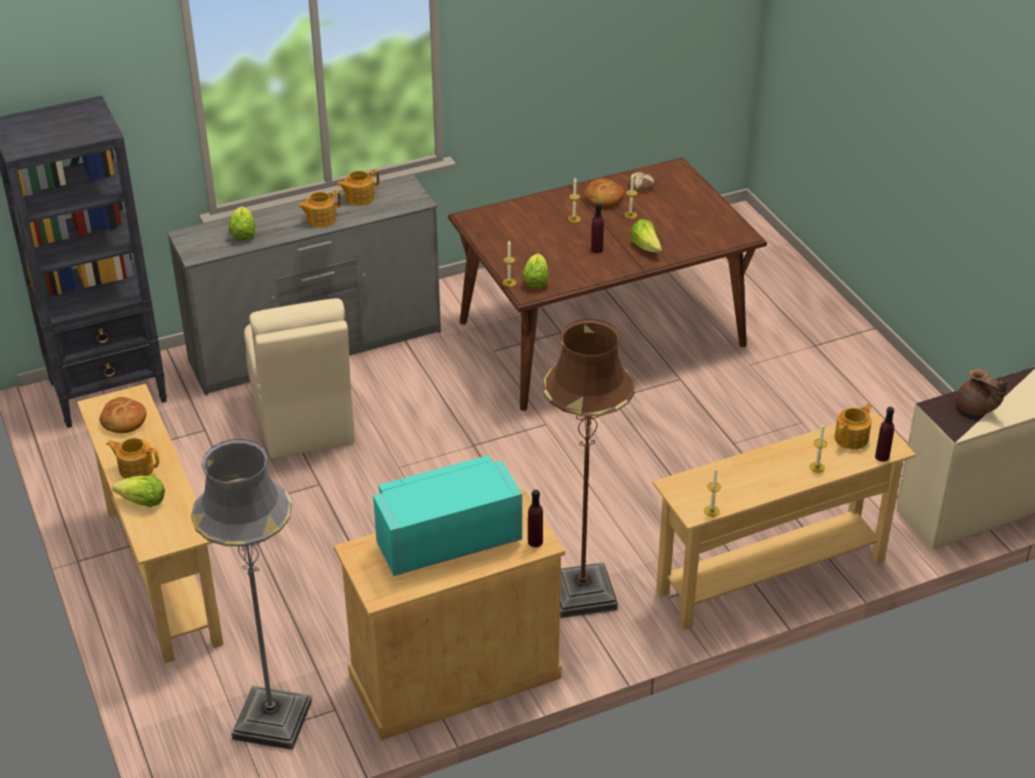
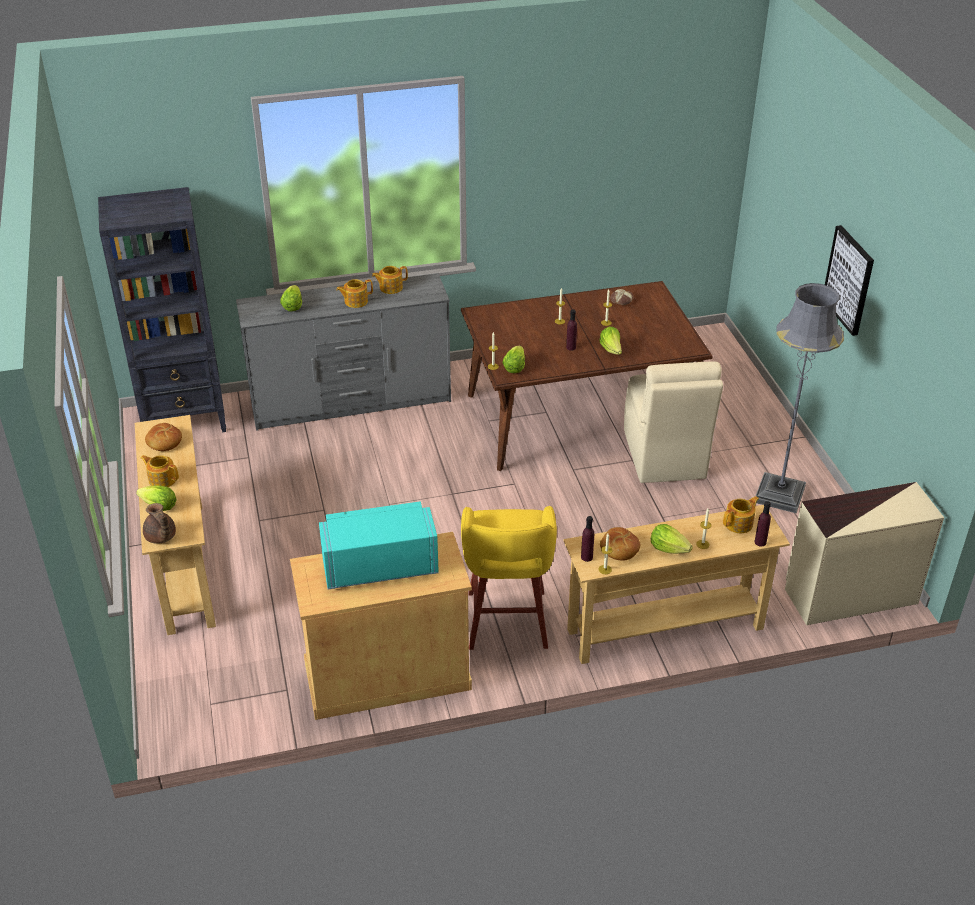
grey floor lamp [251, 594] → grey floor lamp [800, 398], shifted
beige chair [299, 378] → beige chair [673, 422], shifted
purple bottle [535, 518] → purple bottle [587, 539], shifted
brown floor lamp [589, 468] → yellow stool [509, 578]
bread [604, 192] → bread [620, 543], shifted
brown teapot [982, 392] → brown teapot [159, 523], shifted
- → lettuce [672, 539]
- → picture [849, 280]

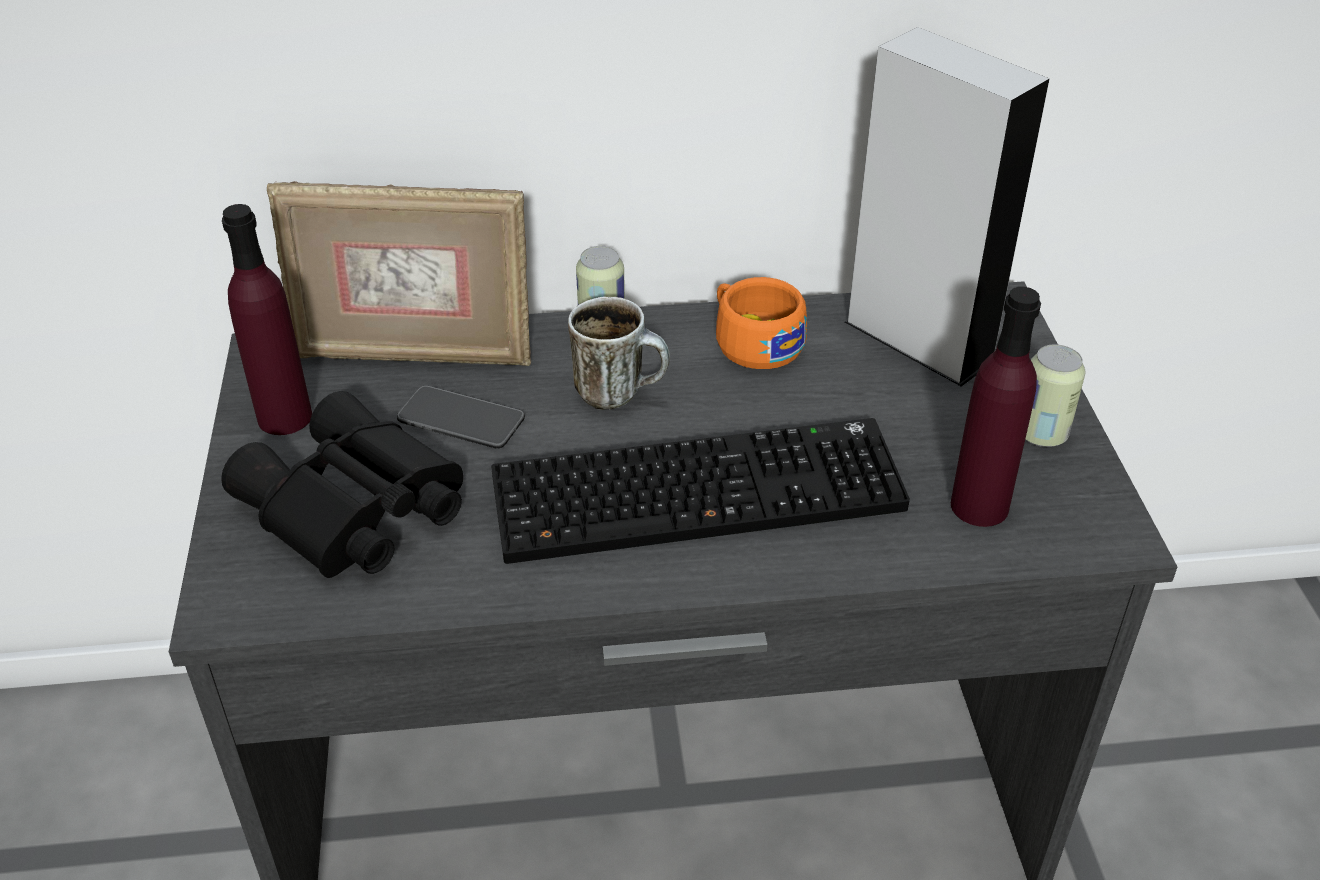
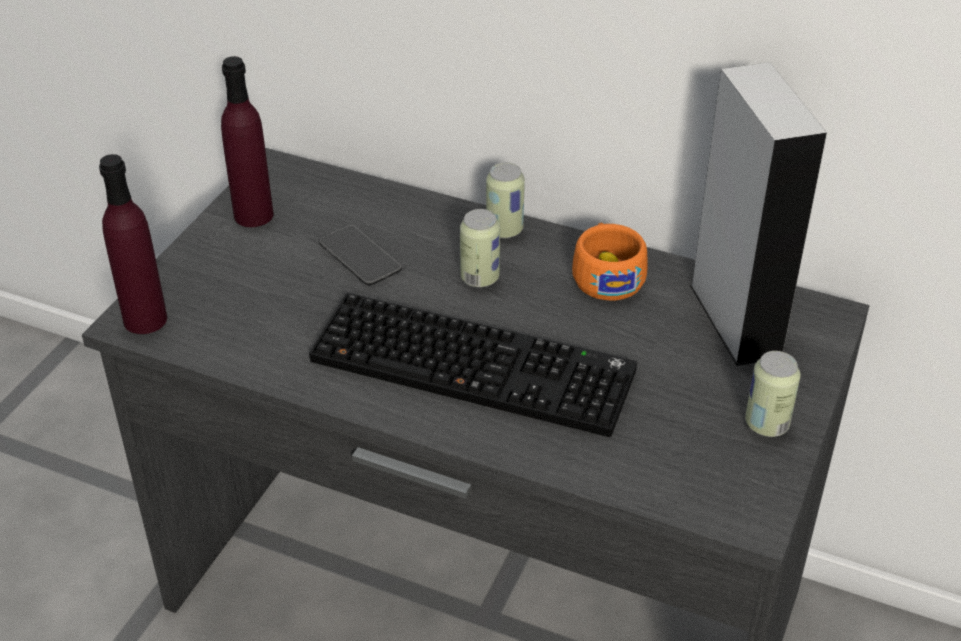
black binoculars [342, 484] → -
picture frame [399, 273] → -
mug [619, 353] → can [480, 248]
purple bottle [996, 407] → purple bottle [133, 244], shifted

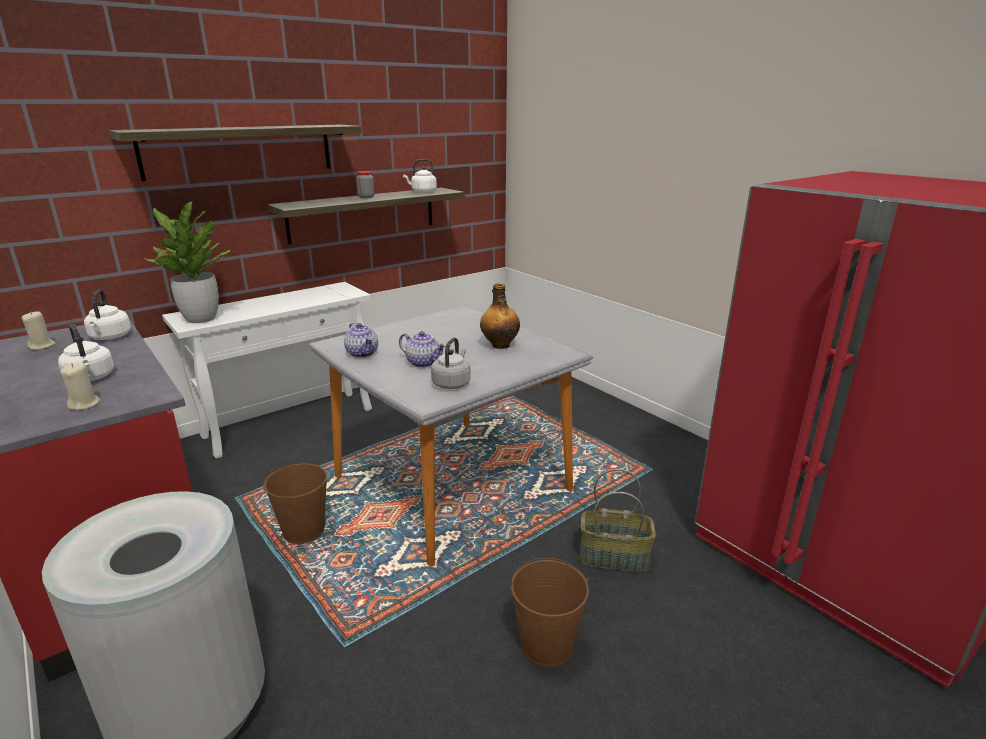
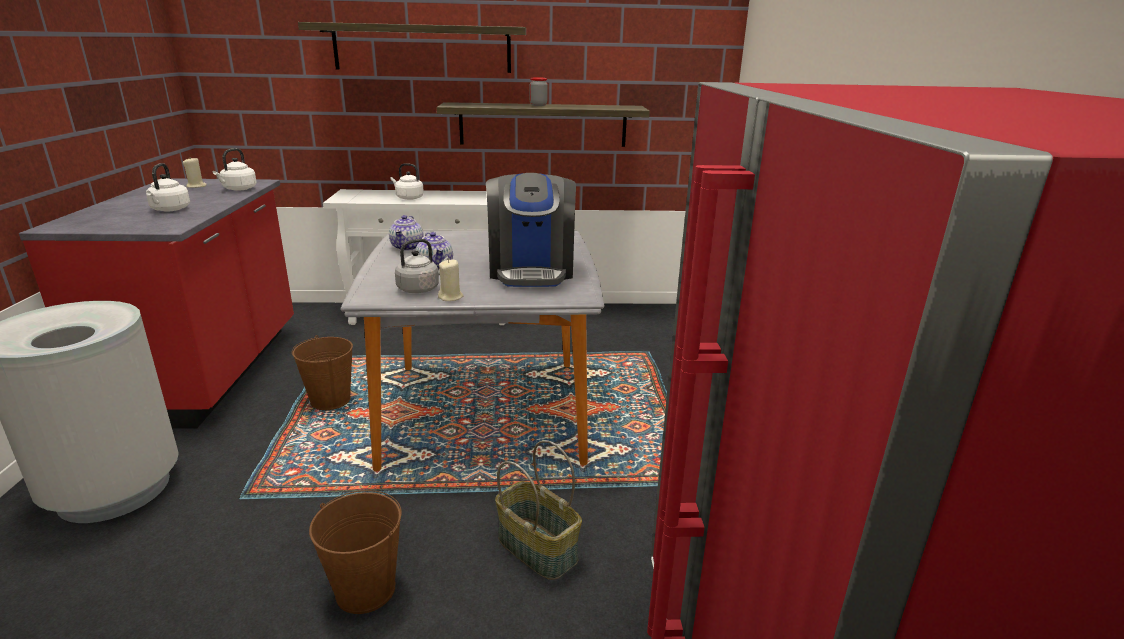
beige candle [80, 386] → beige candle [450, 280], shifted
potted plant [188, 262] → -
white kettle [420, 176] → white kettle [407, 181], shifted
bottle [500, 316] → coffee machine [531, 230]

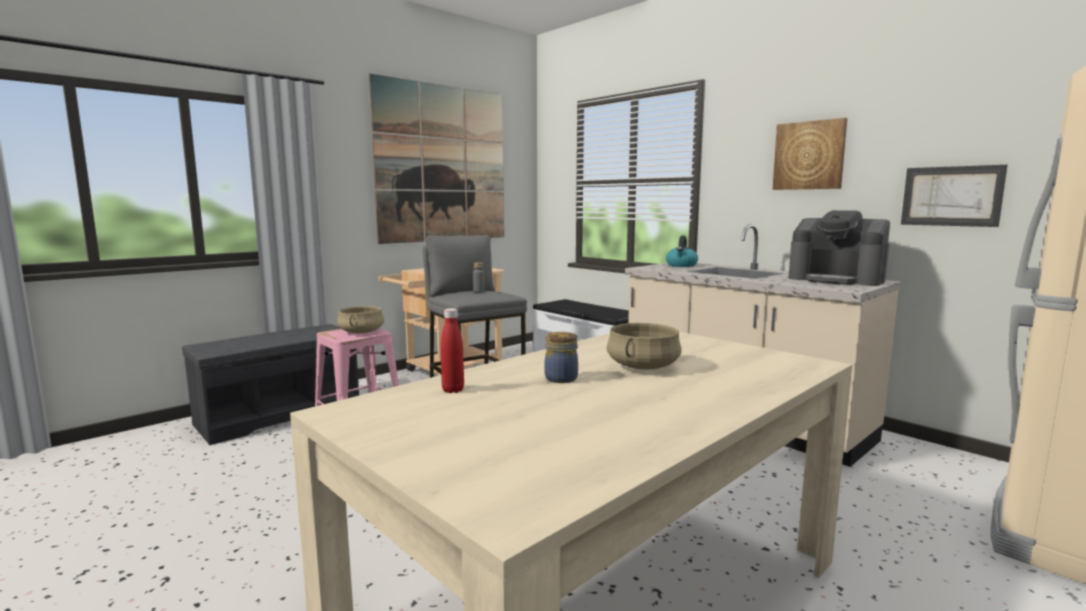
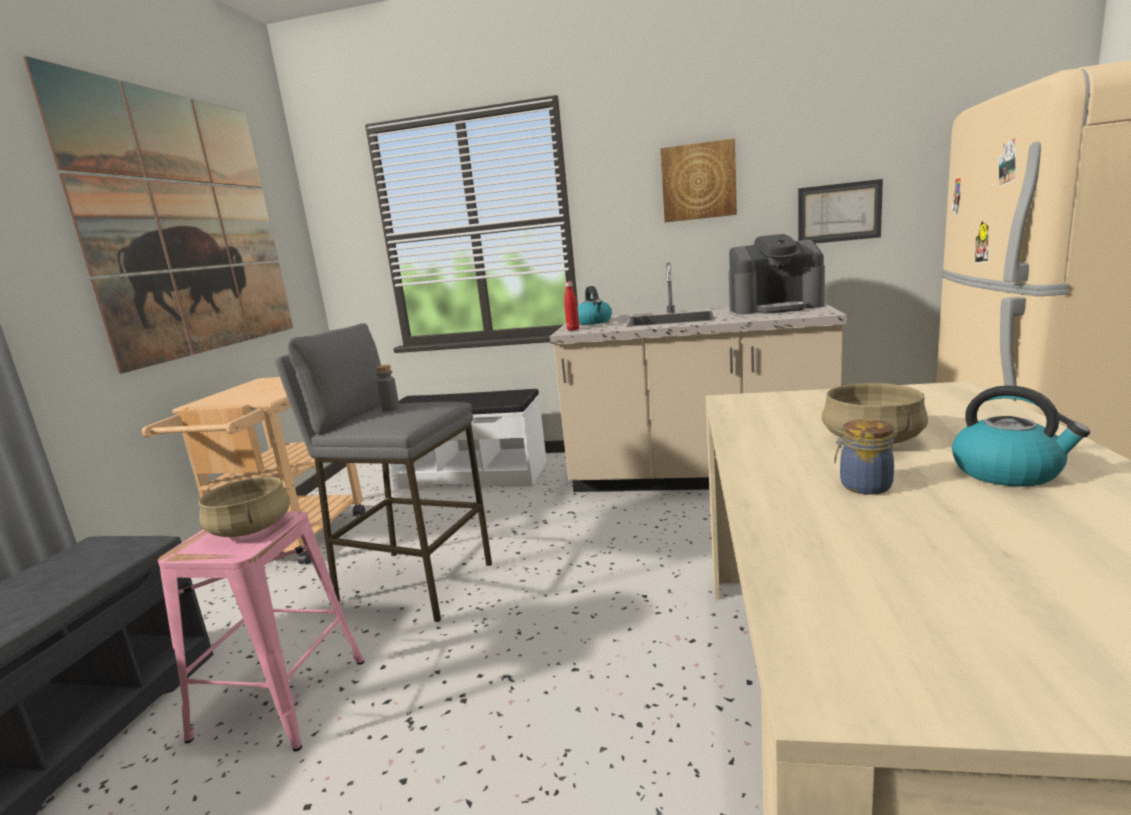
red bottle [452, 350] → red bottle [571, 306], shifted
- → kettle [1021, 436]

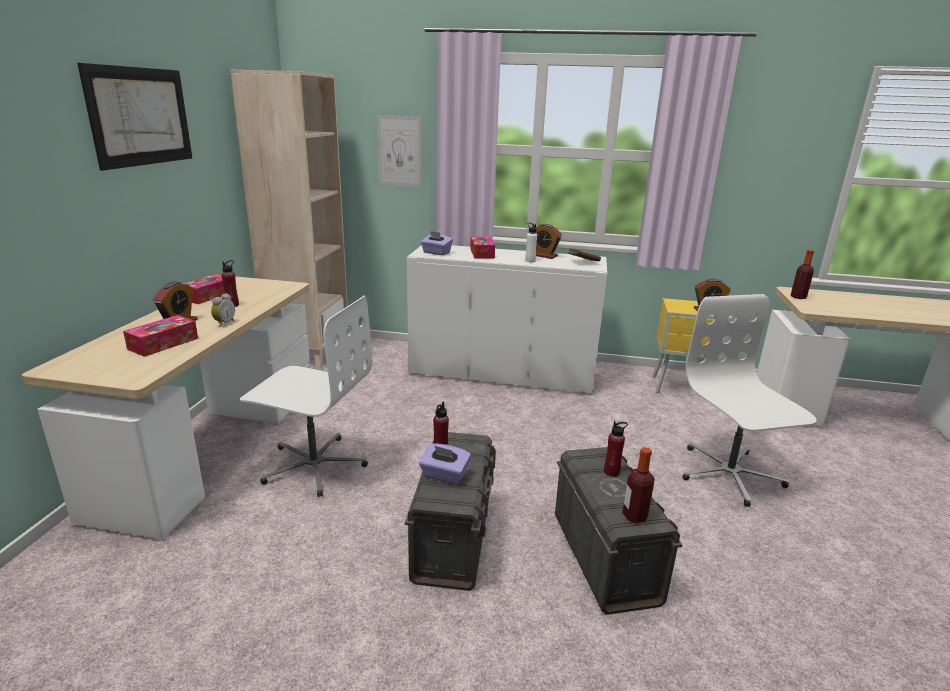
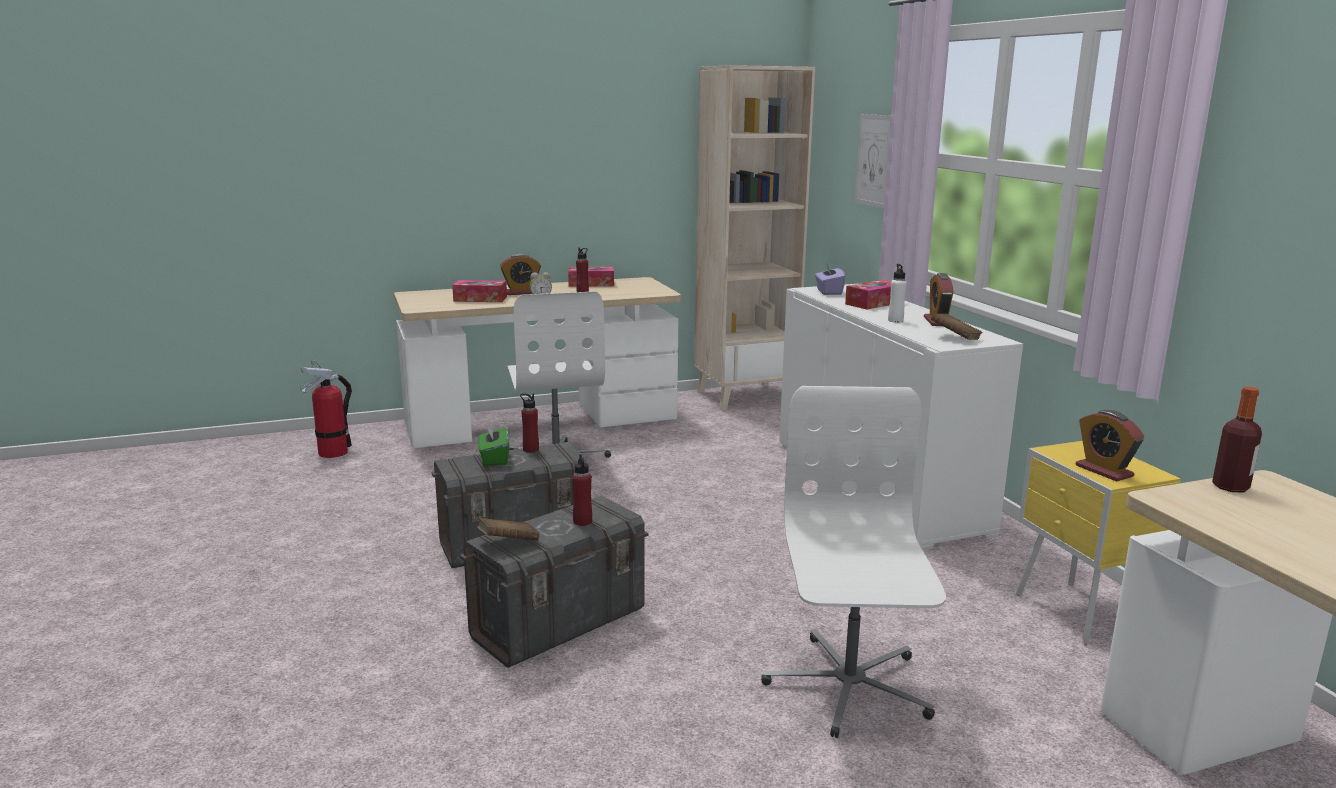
picture [134, 117] → -
purple tissue box [445, 464] → green tissue box [493, 444]
bottle [638, 485] → brown book [508, 529]
white office chair [749, 400] → white office chair [853, 562], 45 degrees counterclockwise
- → fire extinguisher [326, 409]

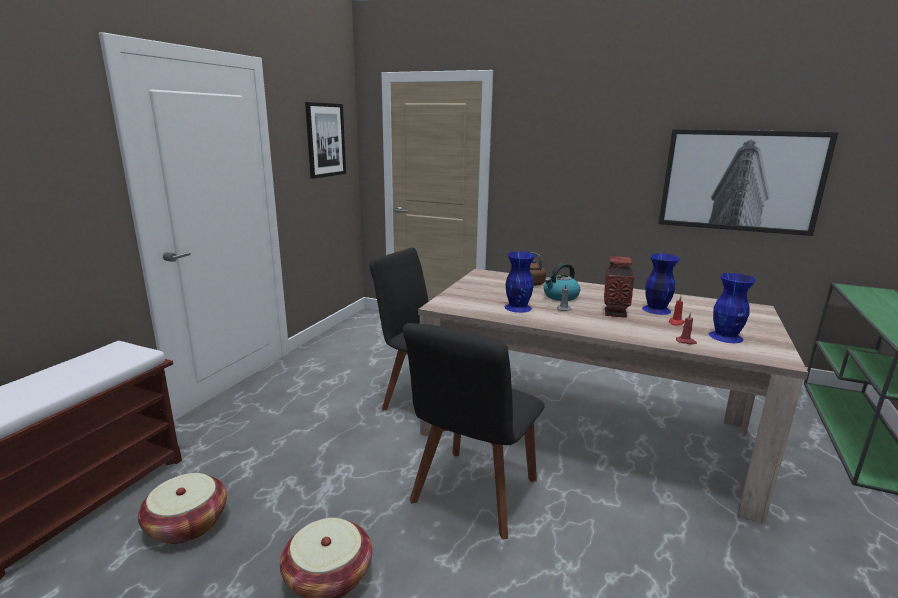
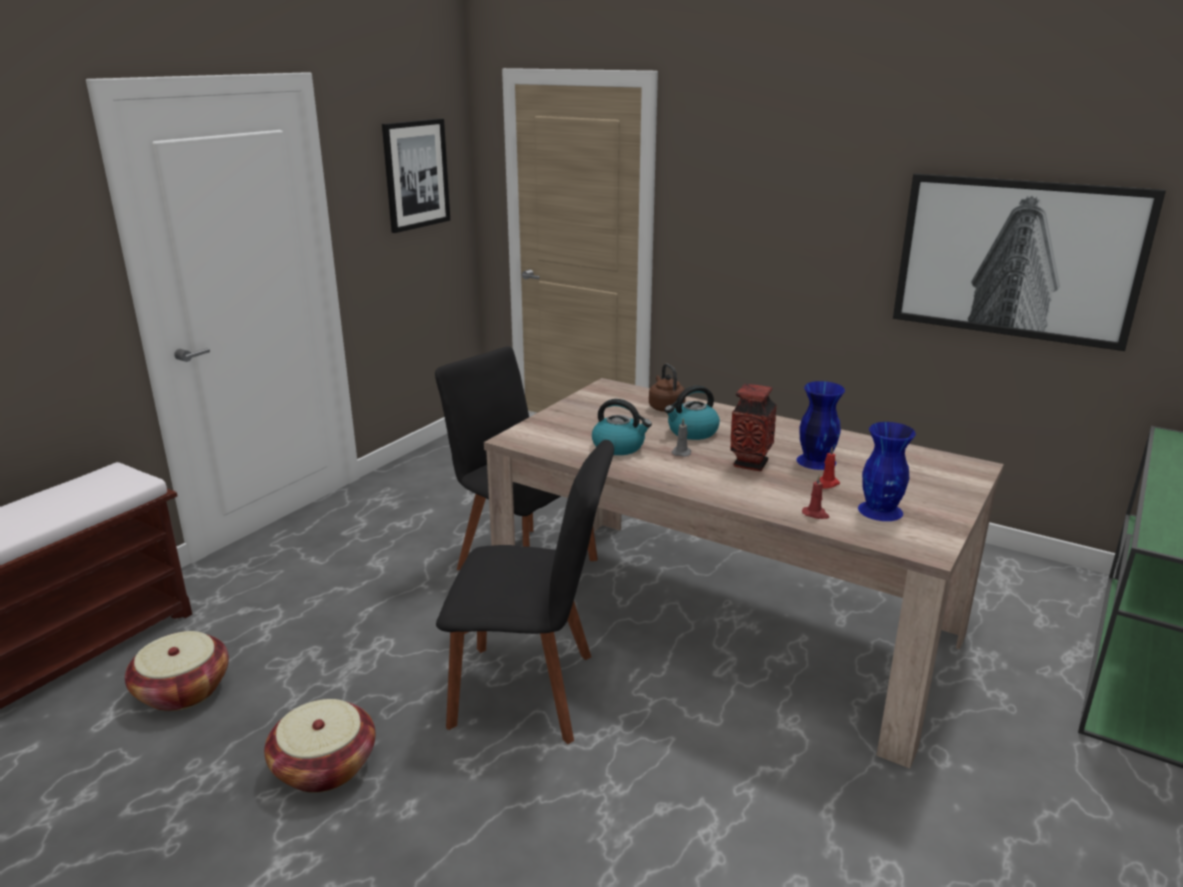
black chair [474, 431] → black chair [525, 592], 120 degrees counterclockwise
blue vase [520, 282] → kettle [622, 427]

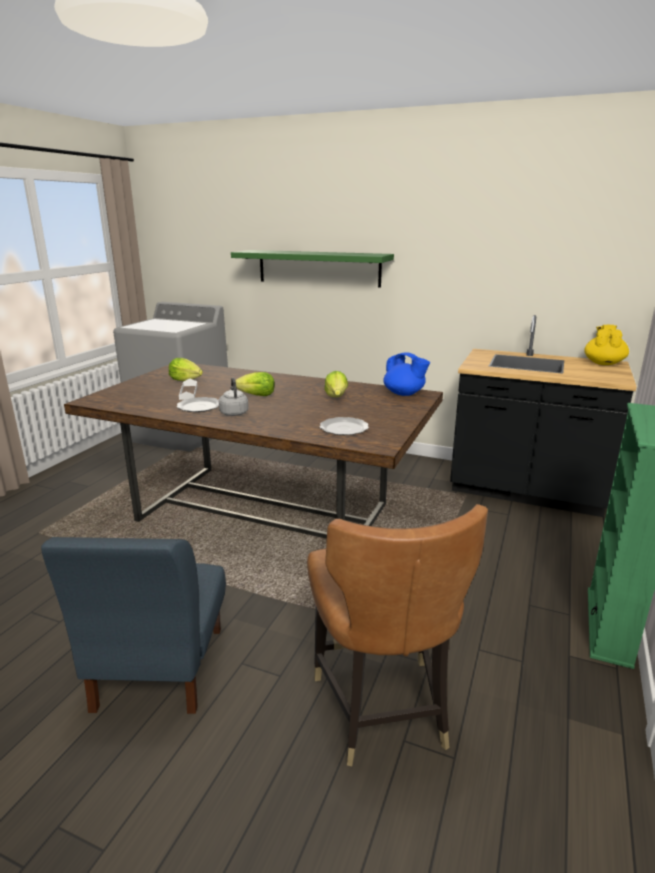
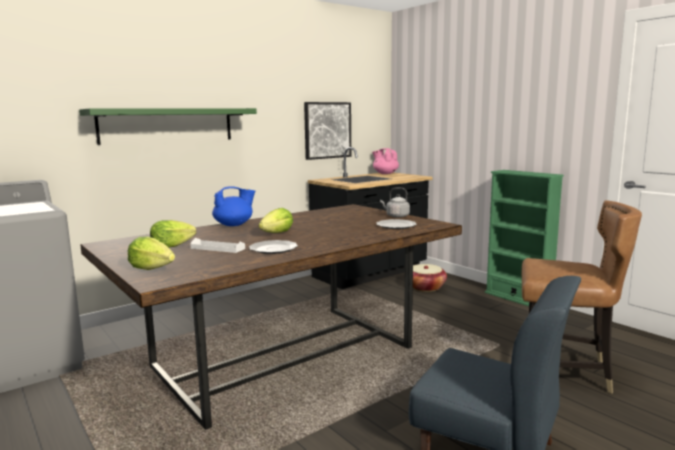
grey kettle [234, 397] → grey kettle [395, 203], shifted
lettuce [336, 384] → lettuce [151, 253], shifted
blue teapot [406, 374] → blue teapot [233, 206], shifted
yellow teapot [606, 345] → pink teapot [385, 161]
- → picture [327, 131]
- → basket [430, 278]

